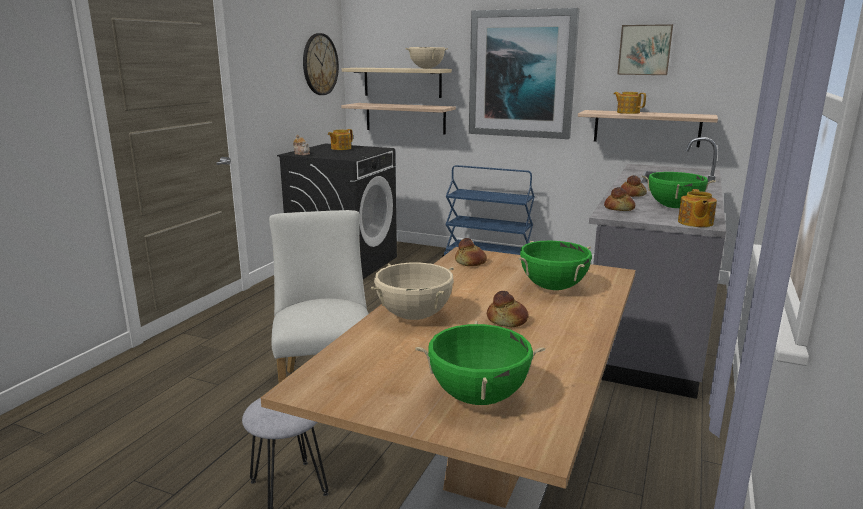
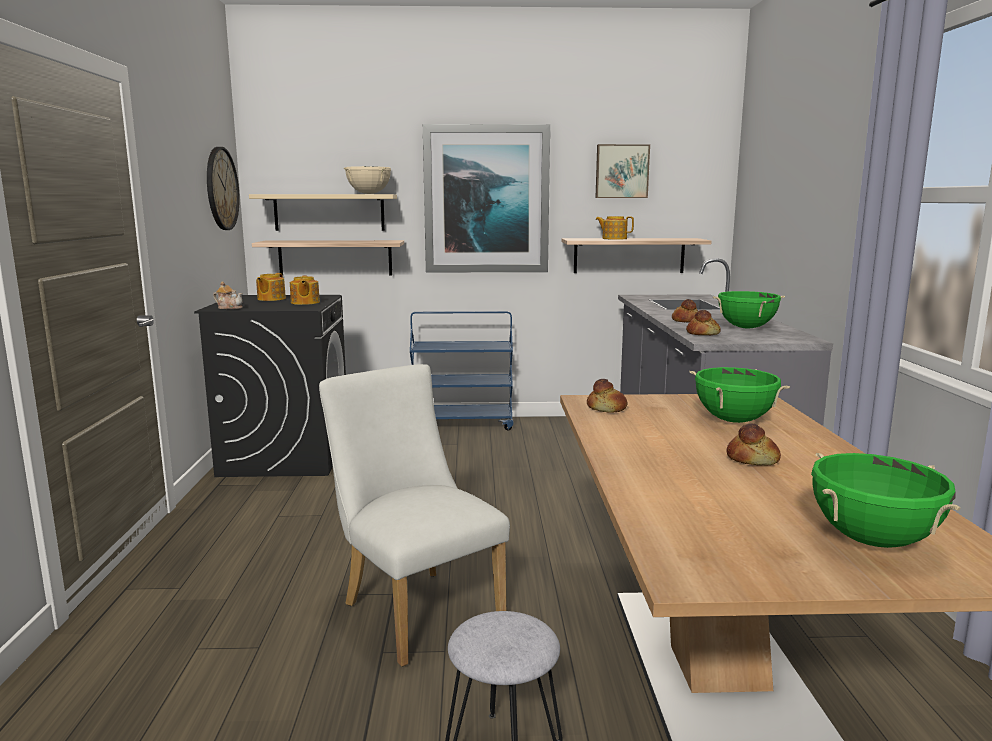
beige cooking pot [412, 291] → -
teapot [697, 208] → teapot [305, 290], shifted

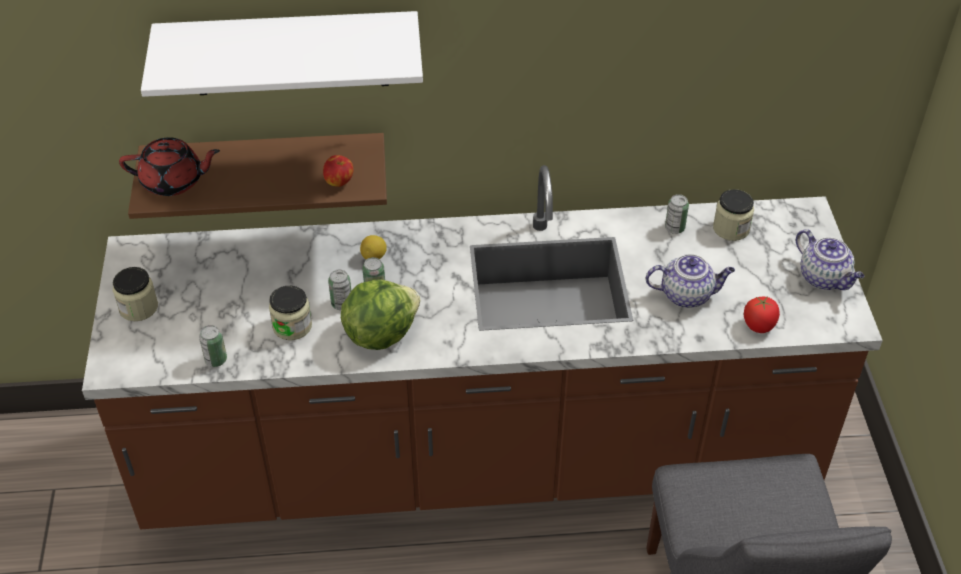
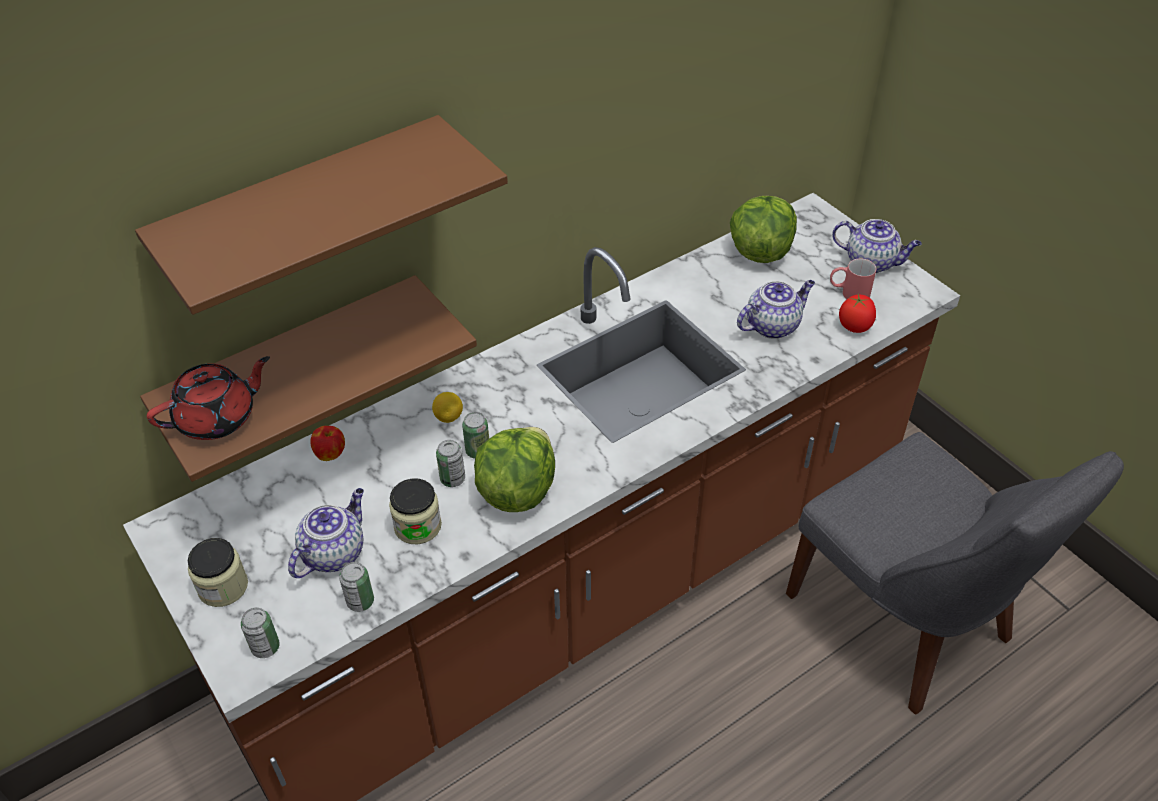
white shelf [282, 54] → brown shelf [321, 215]
apple [338, 171] → apple [327, 443], shifted
can [677, 214] → can [260, 633], shifted
jar [733, 215] → lettuce [763, 229]
- → teapot [326, 533]
- → red mug [853, 278]

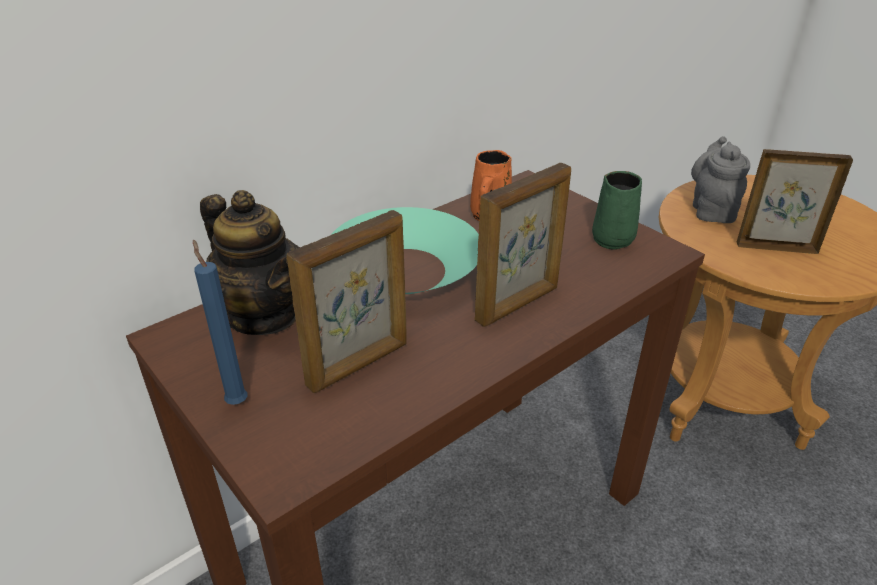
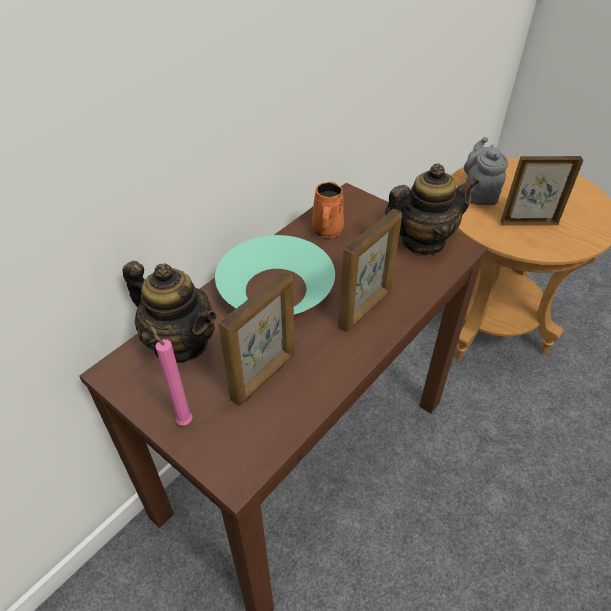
blue candle [220, 322] → pink candle [172, 375]
green mug [617, 210] → teapot [432, 209]

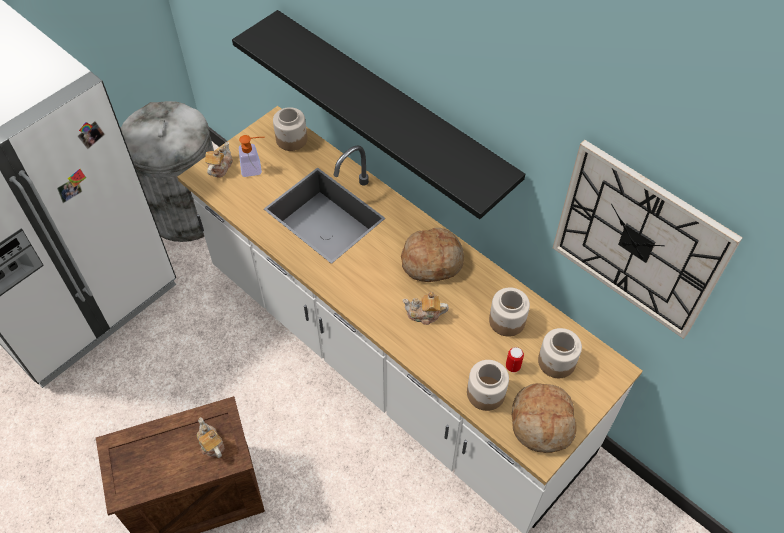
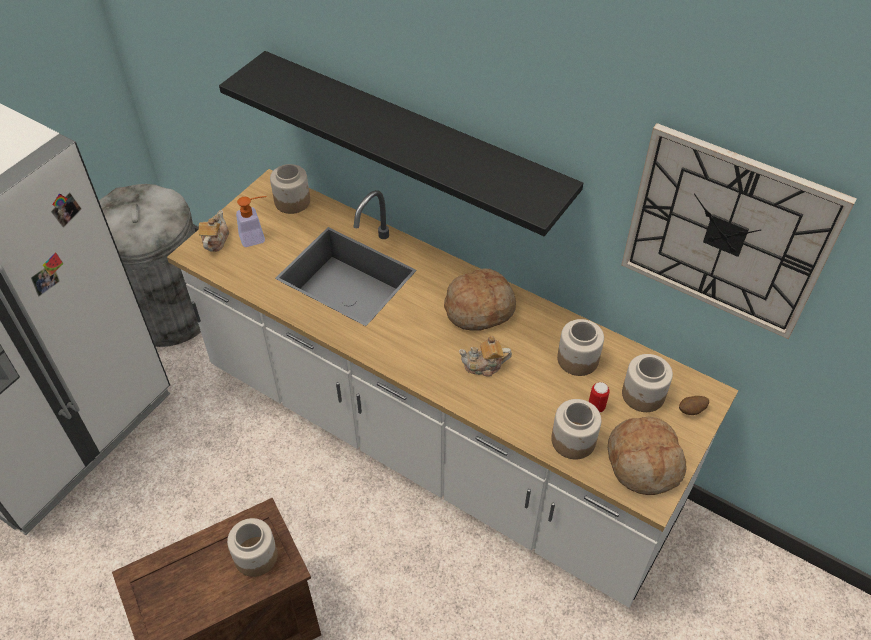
teapot [210, 438] → jar [252, 547]
- → potato [694, 405]

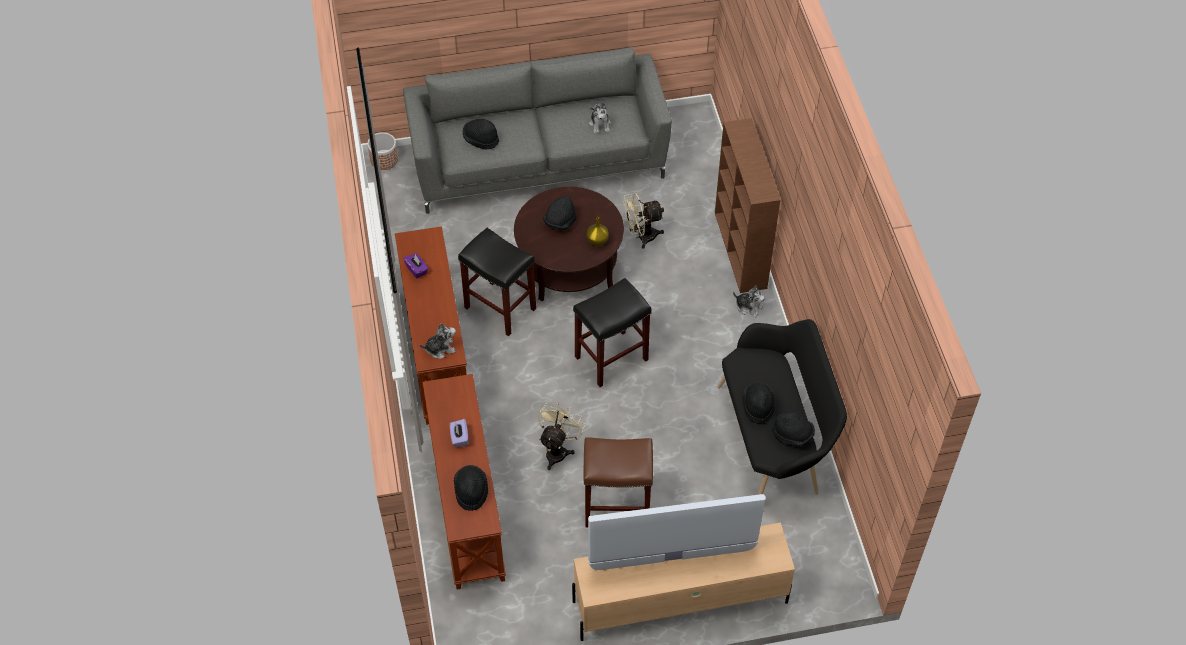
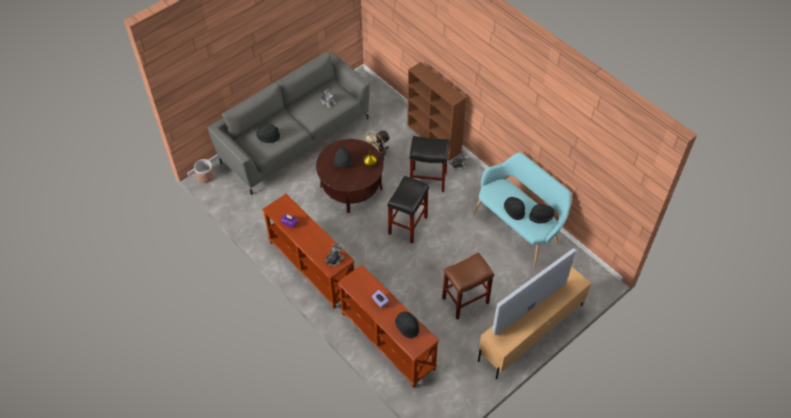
black stool [497, 282] → black stool [429, 164], shifted
beige fan [561, 436] → -
black bench [782, 407] → turquoise bench [522, 210]

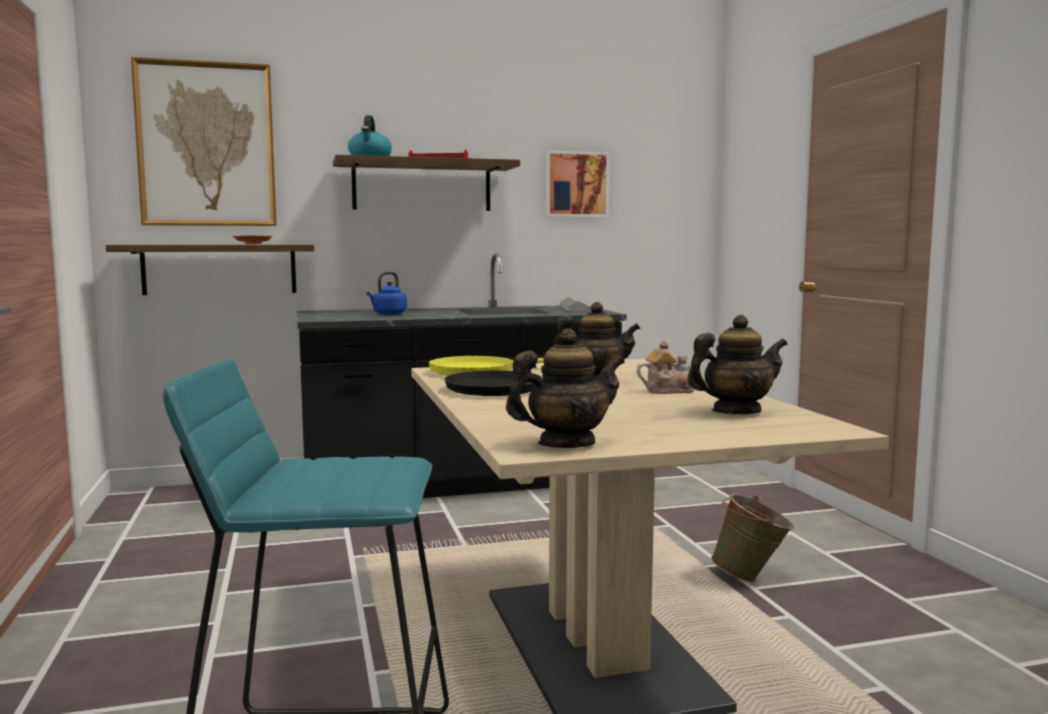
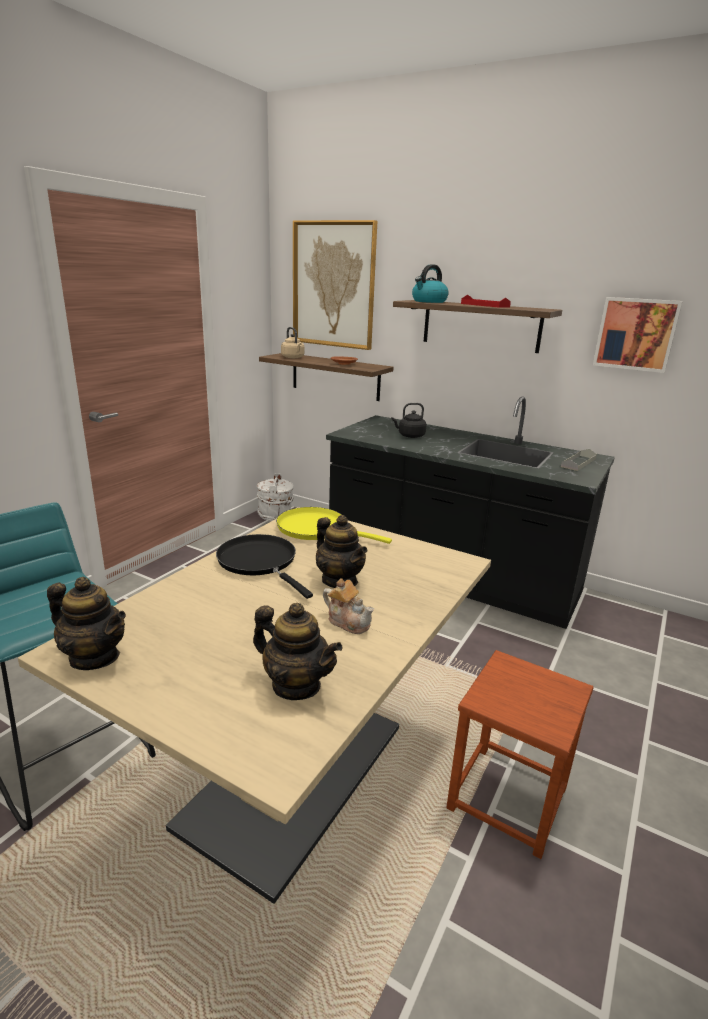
blue kettle [387, 293] → black kettle [409, 420]
green bucket [752, 538] → brown stool [520, 754]
- → white bucket [275, 497]
- → beige kettle [293, 342]

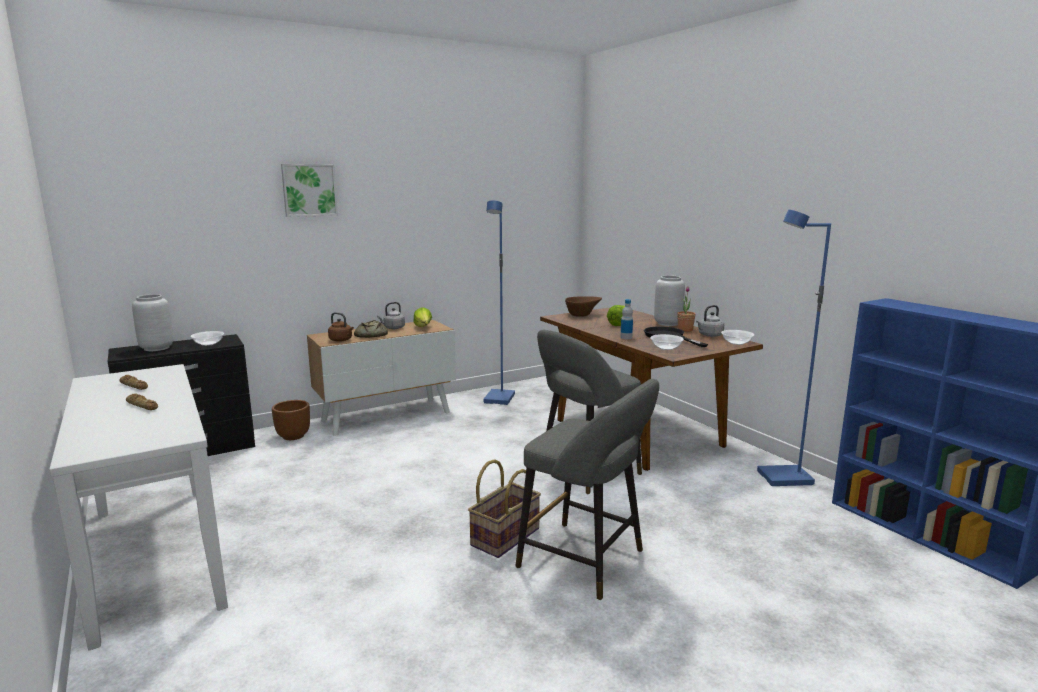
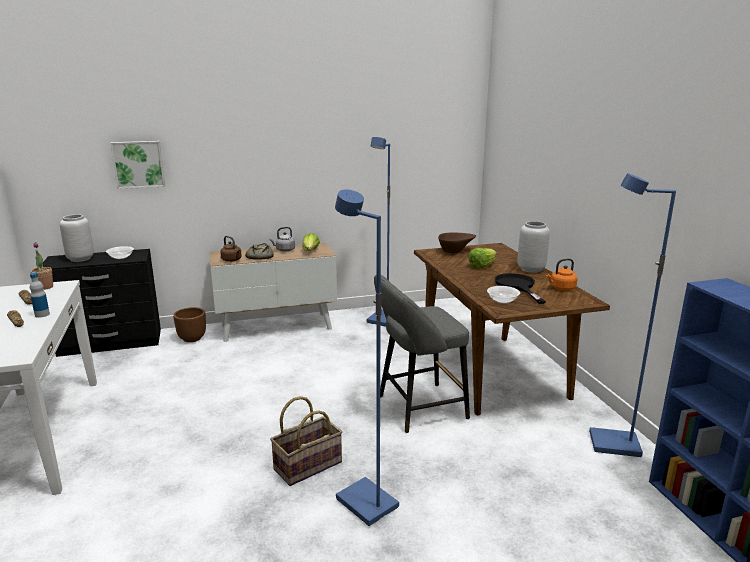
picture [309, 190] → picture [137, 165], shifted
grey stool [587, 489] → blue floor lamp [367, 357]
bottle [626, 319] → bottle [40, 295], shifted
potted plant [686, 309] → potted plant [42, 266], shifted
grey kettle [710, 321] → orange kettle [562, 274]
bowl [737, 337] → -

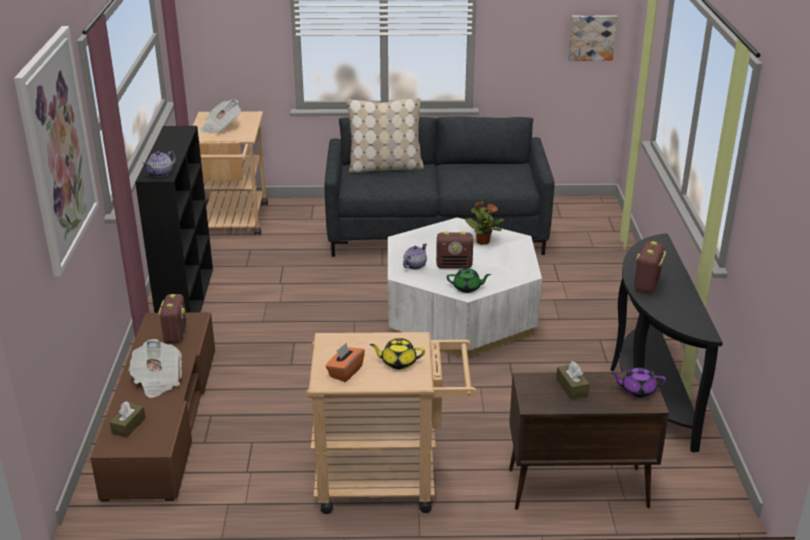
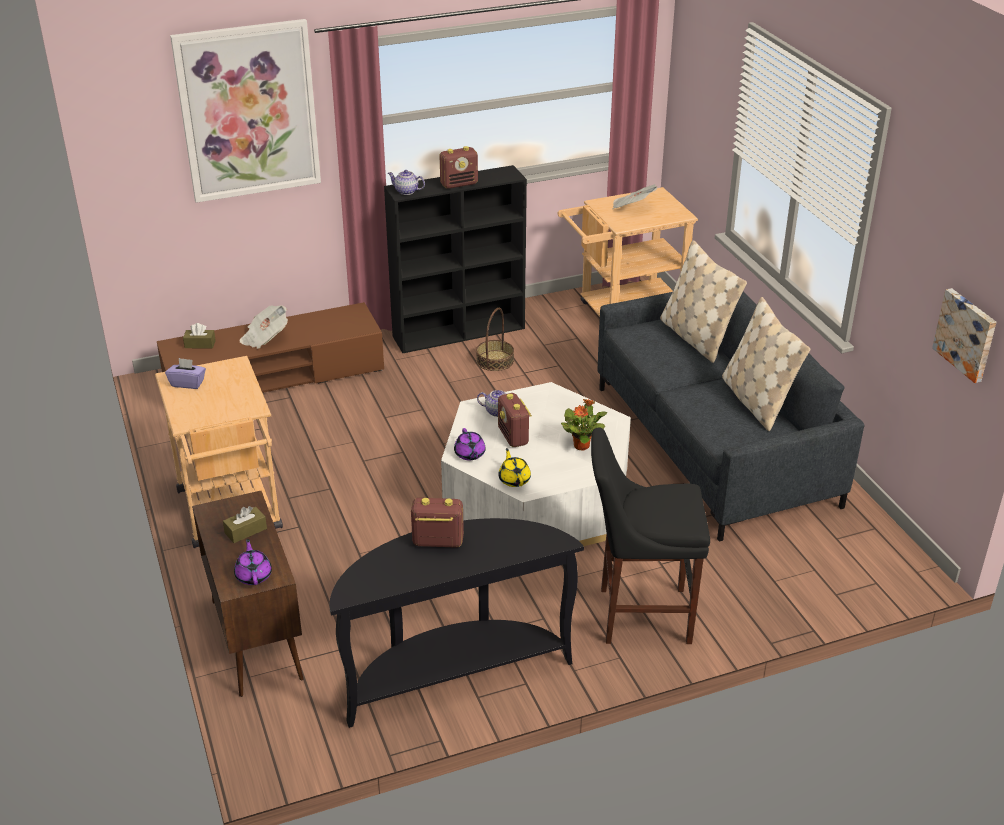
radio [172, 318] → radio [458, 167], shifted
orange tissue box [345, 362] → purple tissue box [185, 373]
yellow teapot [397, 354] → yellow teapot [514, 467], shifted
green teapot [469, 281] → purple teapot [470, 444]
- → basket [495, 339]
- → black stool [650, 536]
- → beige pillow [766, 364]

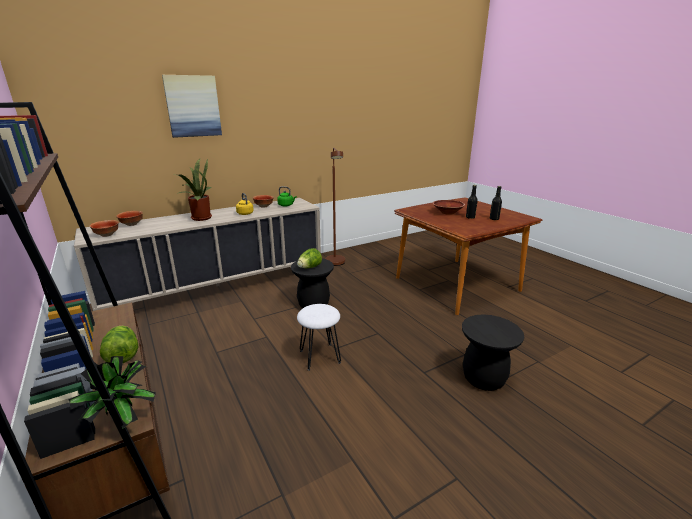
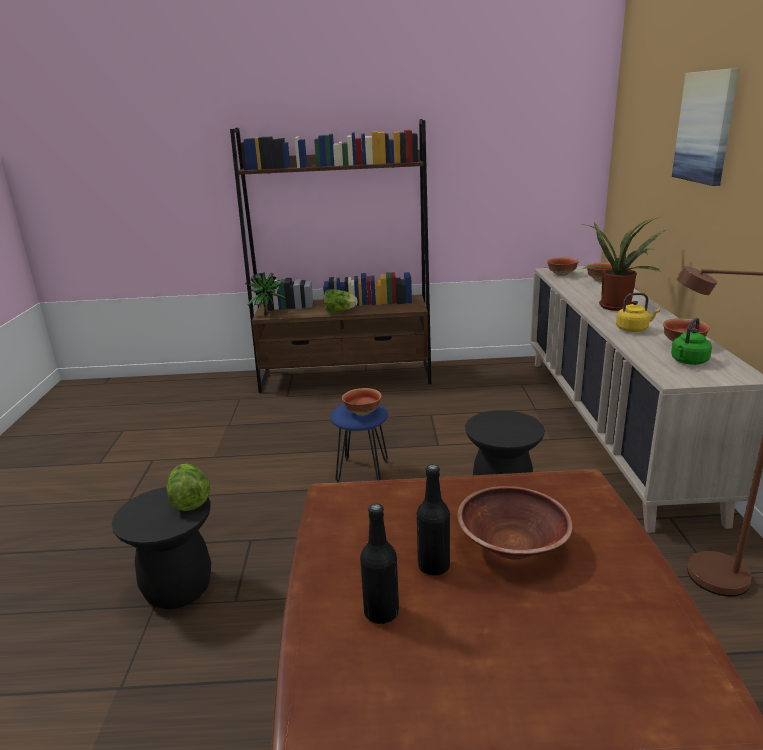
lettuce [309, 258] → lettuce [188, 487], shifted
white stool [319, 337] → blue stool [359, 443]
- → bowl [362, 402]

